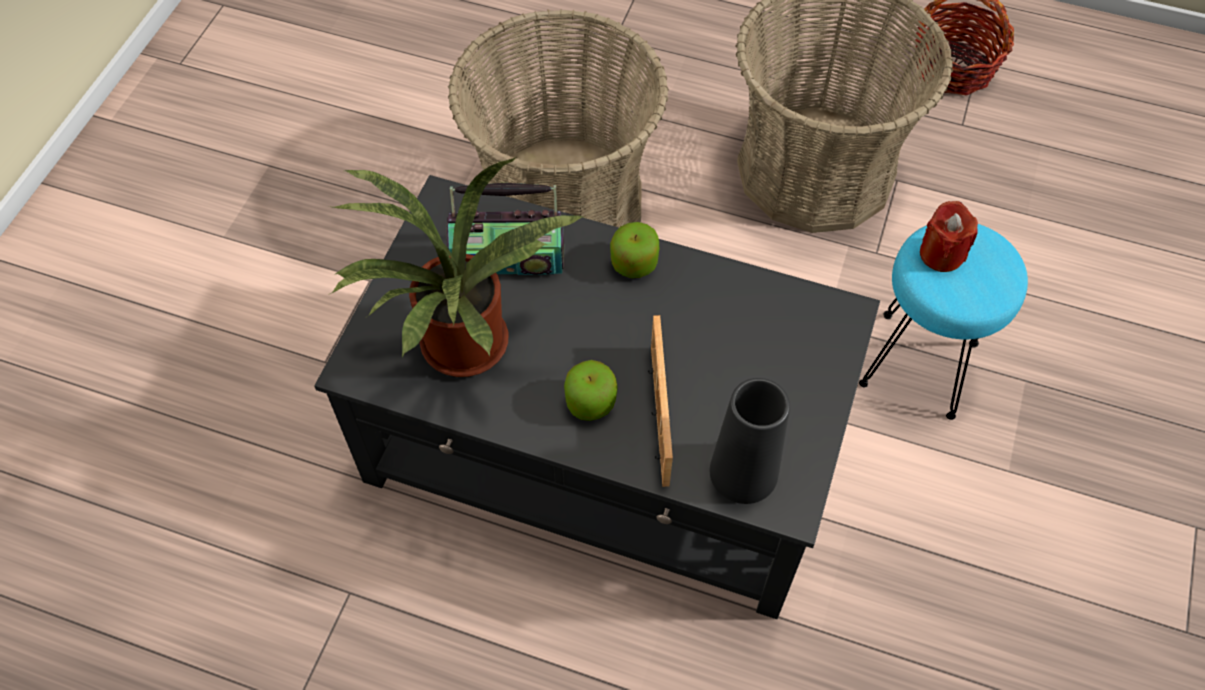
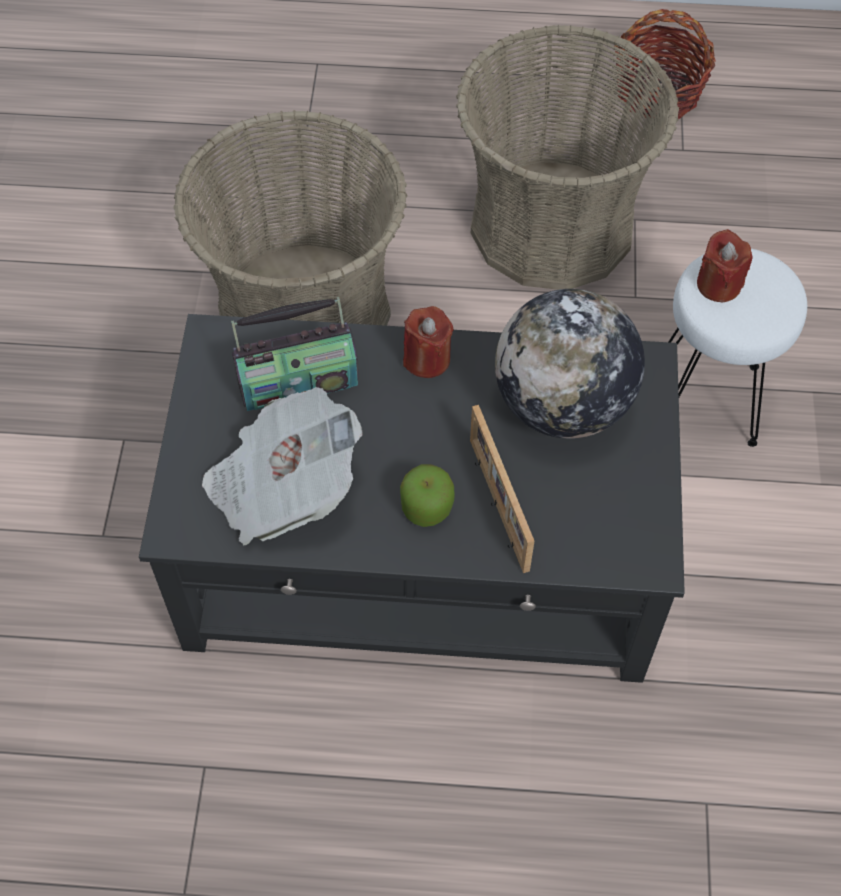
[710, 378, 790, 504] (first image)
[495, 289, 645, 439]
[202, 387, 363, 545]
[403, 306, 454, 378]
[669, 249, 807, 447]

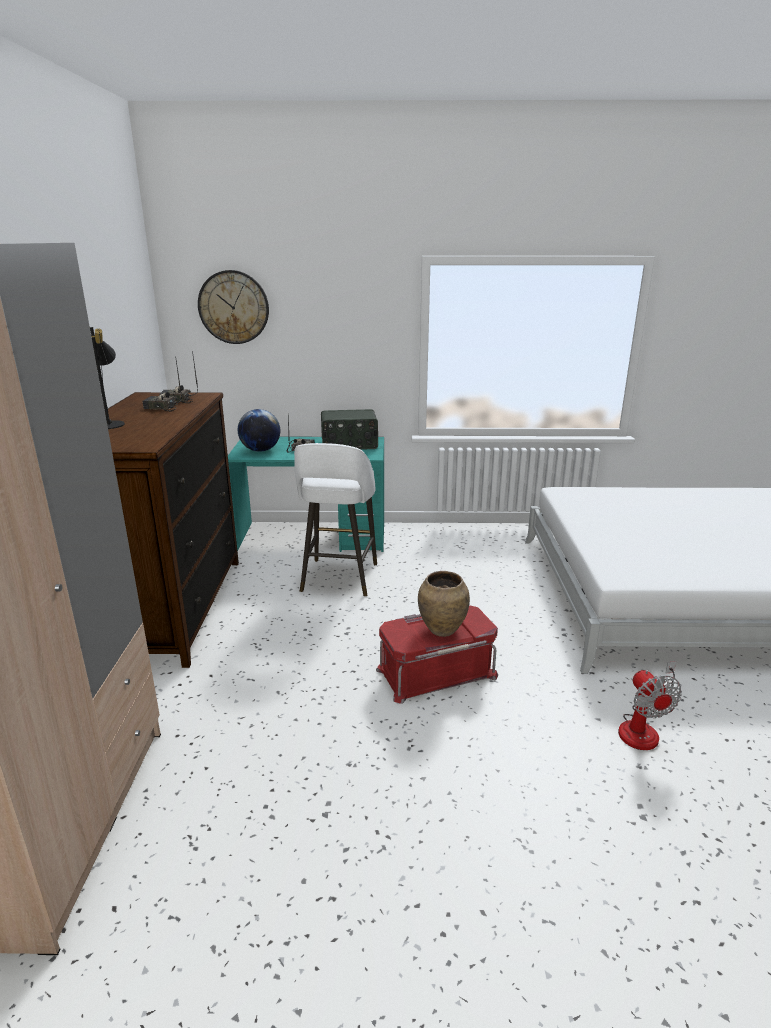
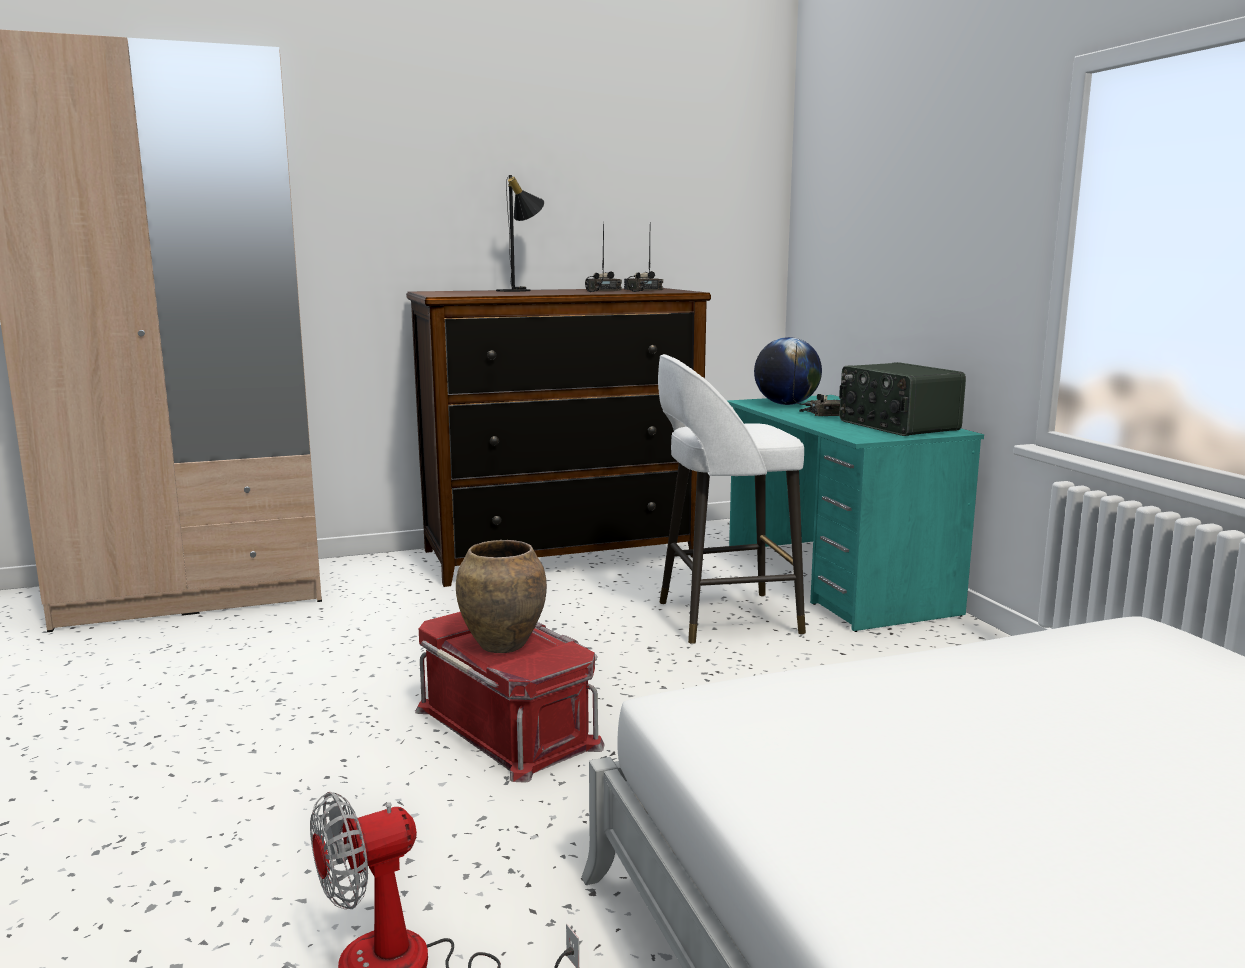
[198, 270, 269, 344] (first image)

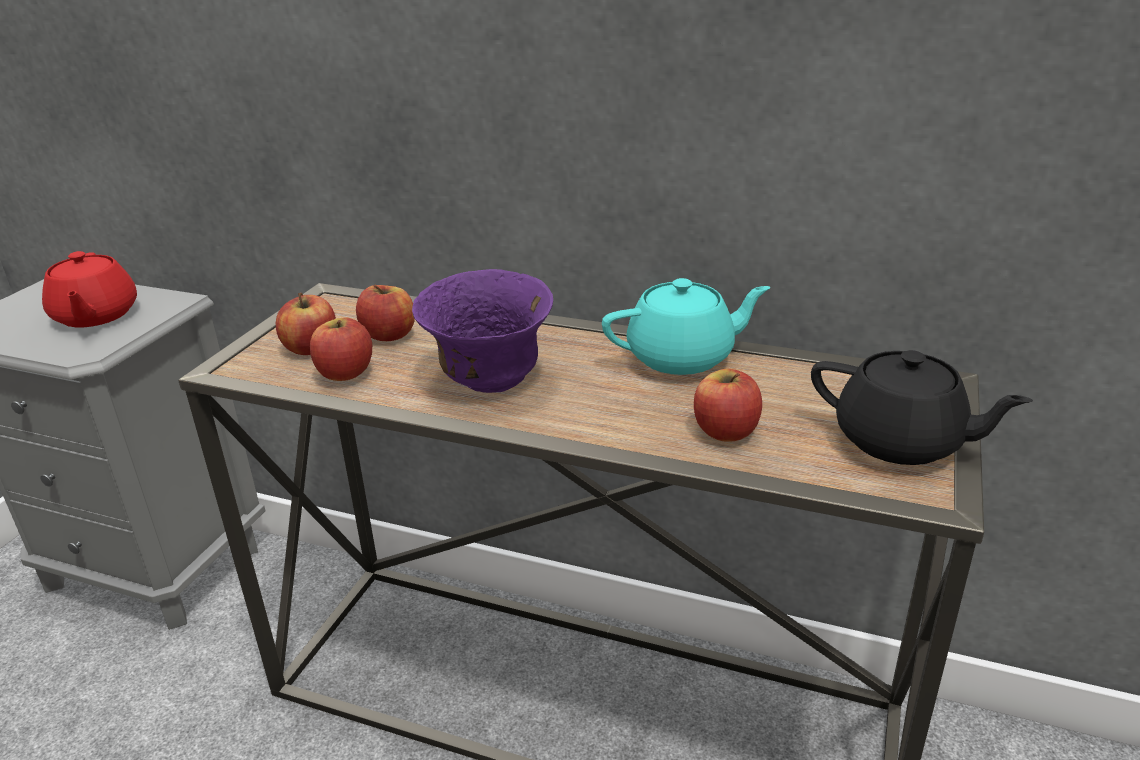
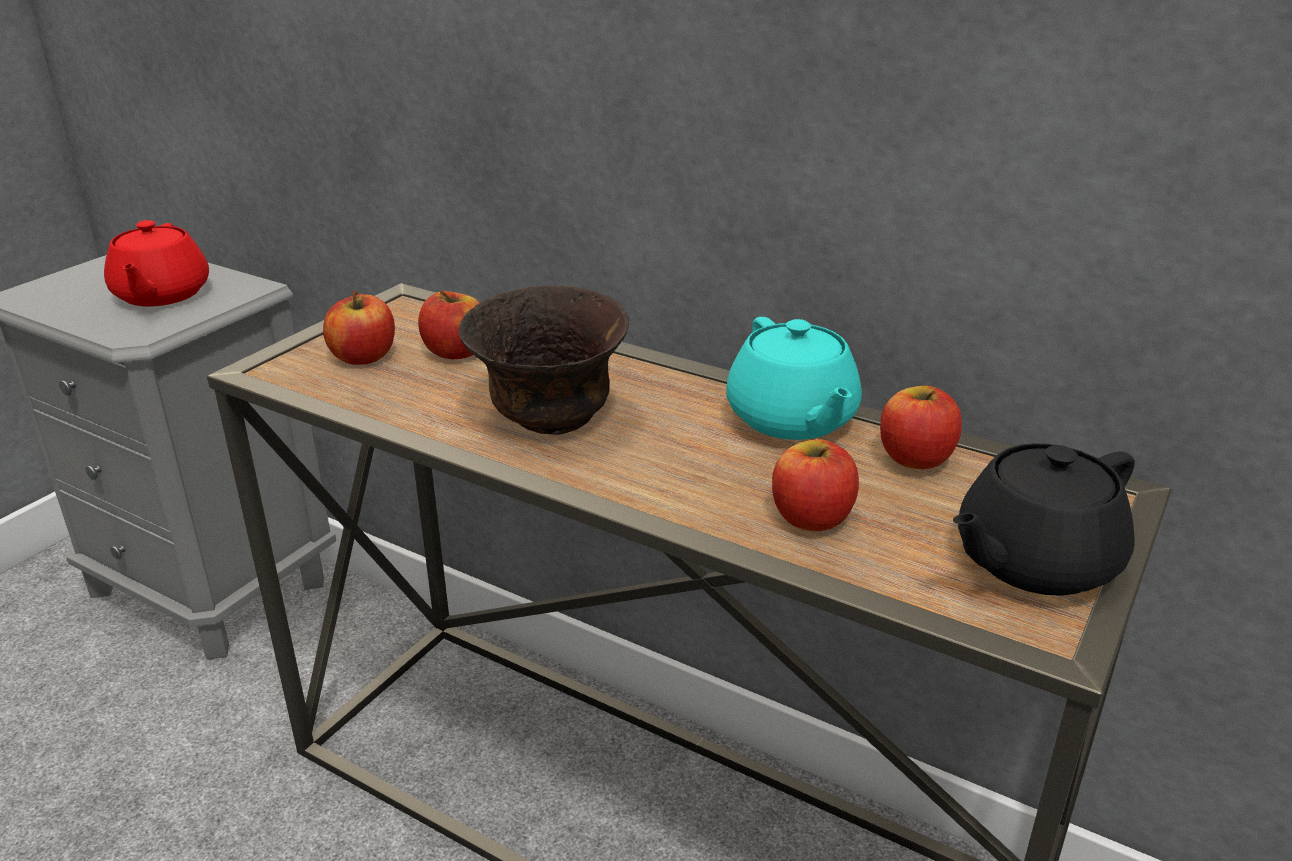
[880, 386, 962, 469]
[459, 285, 629, 435]
[726, 317, 862, 440]
[953, 443, 1135, 596]

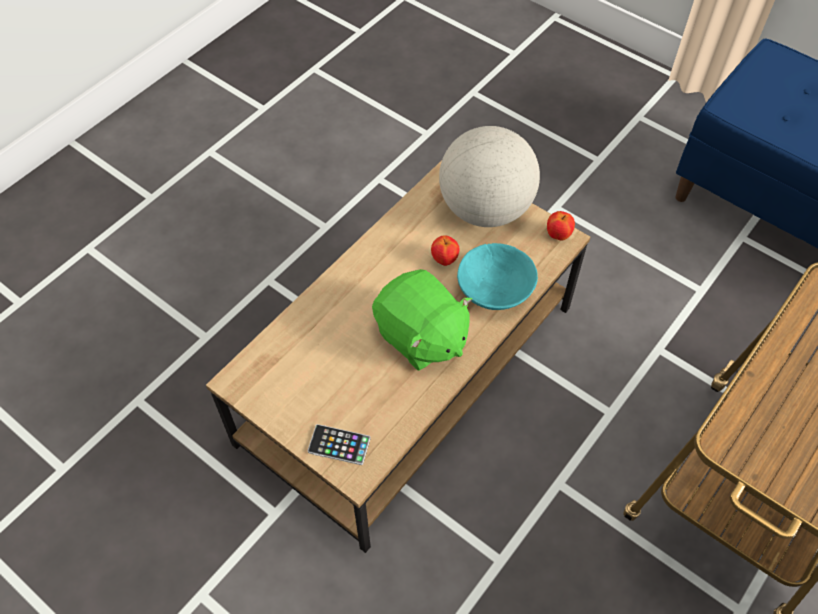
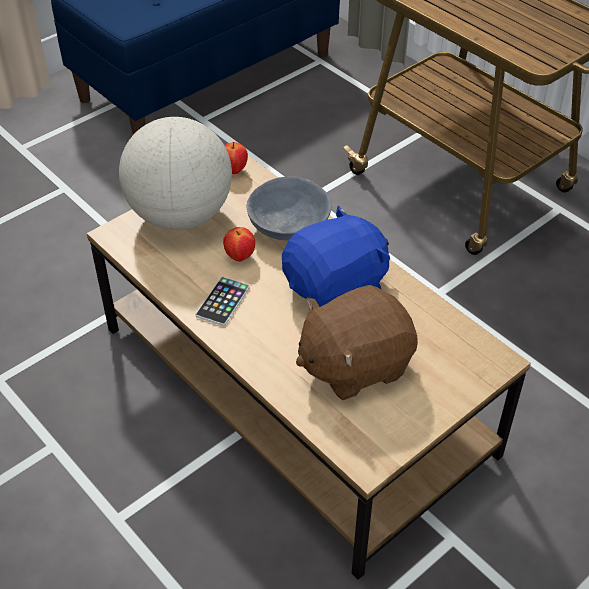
[296, 285, 418, 400]
[196, 276, 250, 326]
[282, 205, 390, 307]
[246, 177, 332, 240]

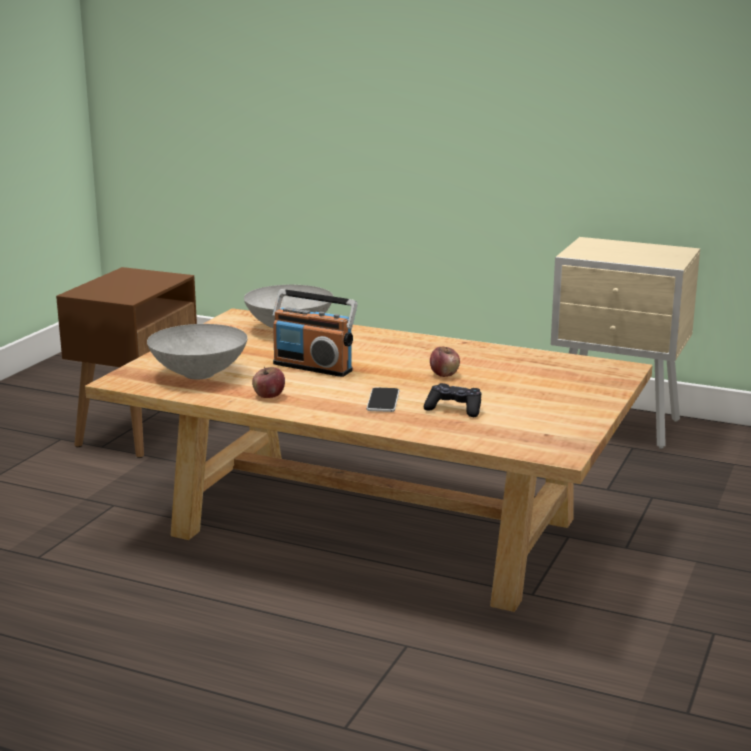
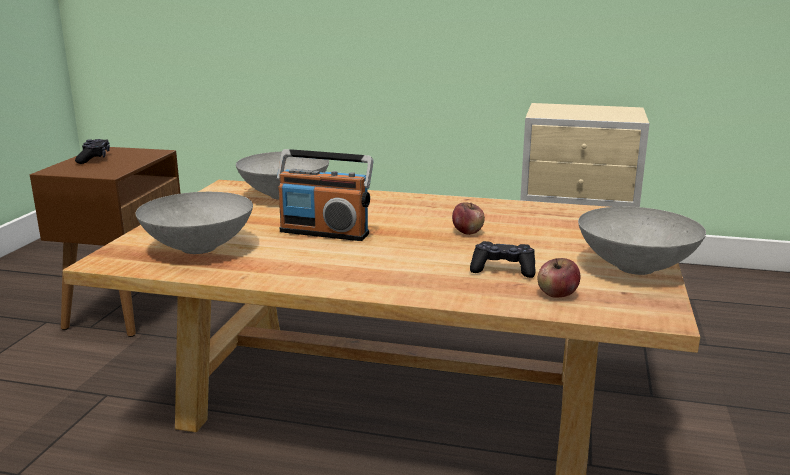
[367, 387, 399, 412] (first image)
[75, 139, 110, 164]
[578, 207, 706, 275]
[538, 258, 580, 298]

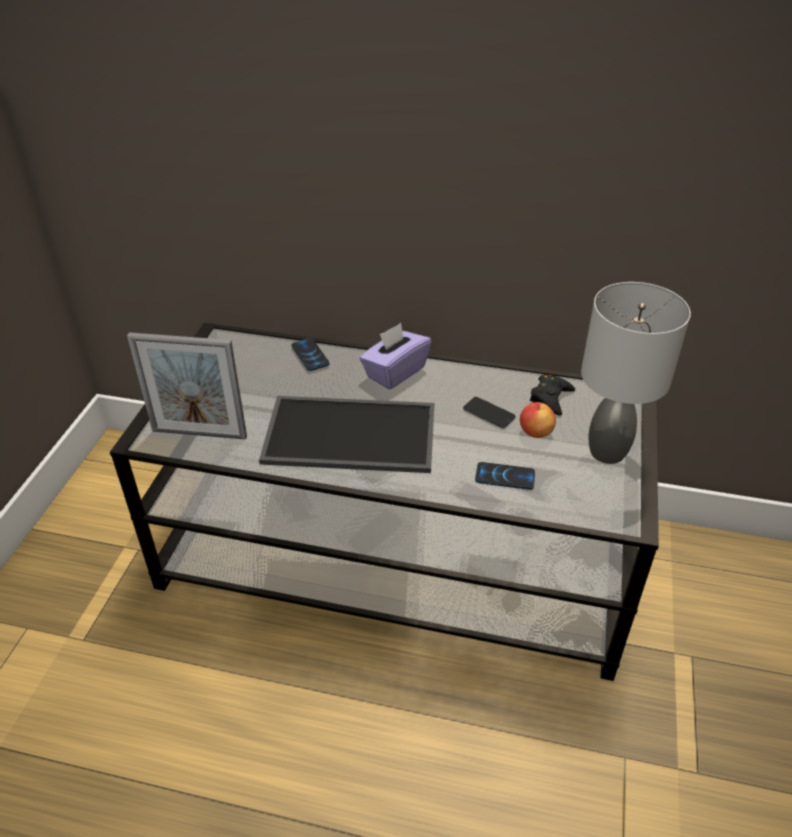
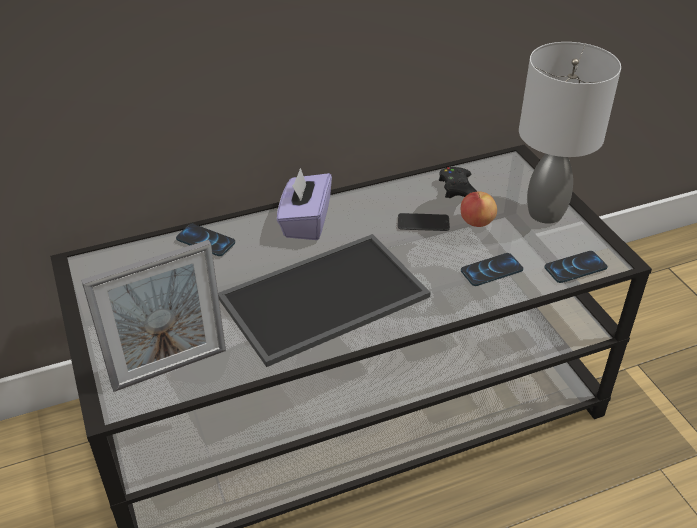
[545, 251, 608, 283]

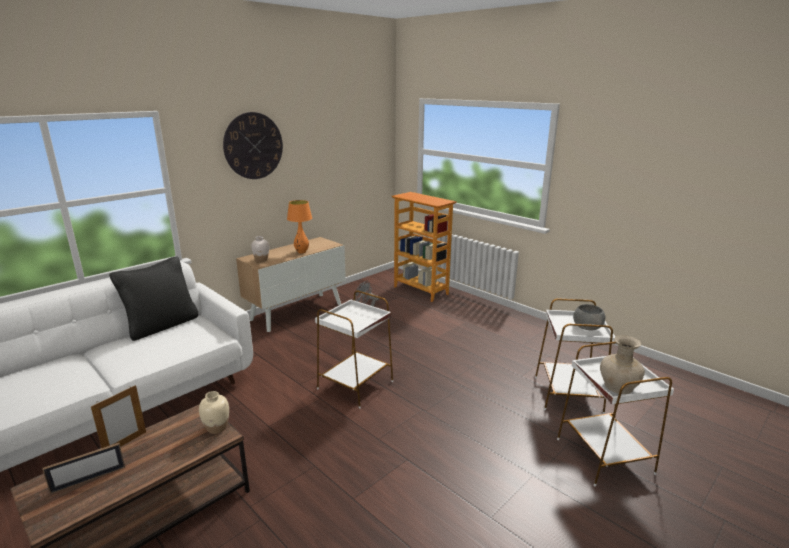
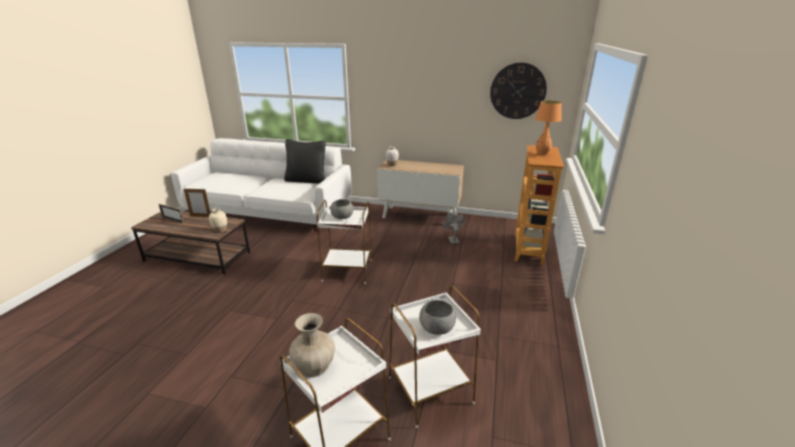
[330, 199, 353, 219]
[490, 62, 547, 119]
[535, 100, 562, 155]

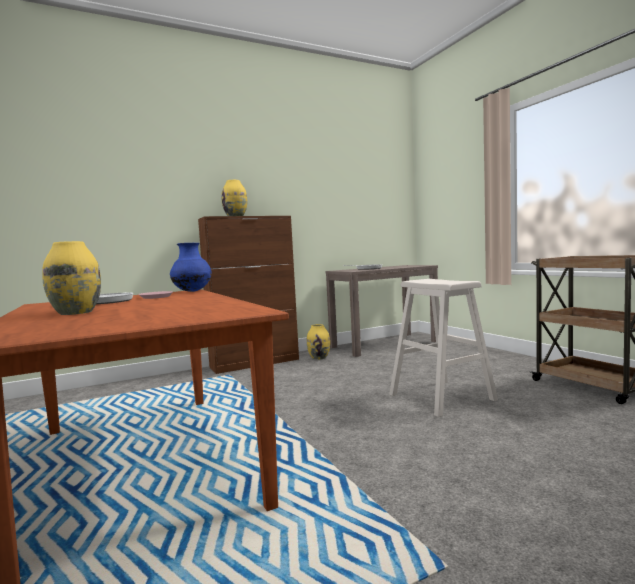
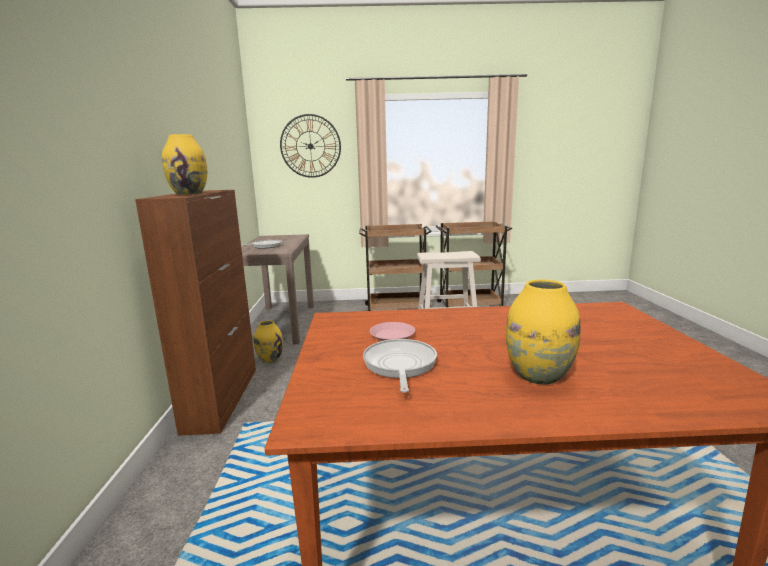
[170, 243, 212, 292] (first image)
[280, 114, 341, 178]
[359, 224, 432, 311]

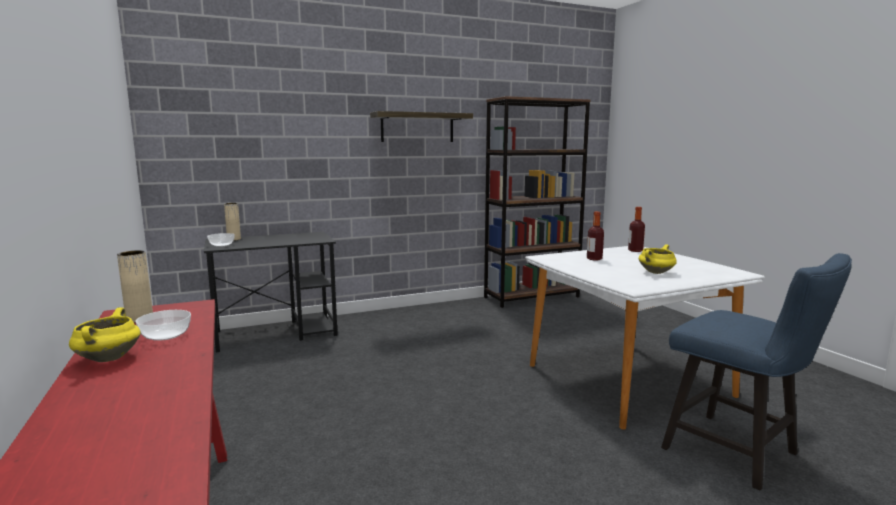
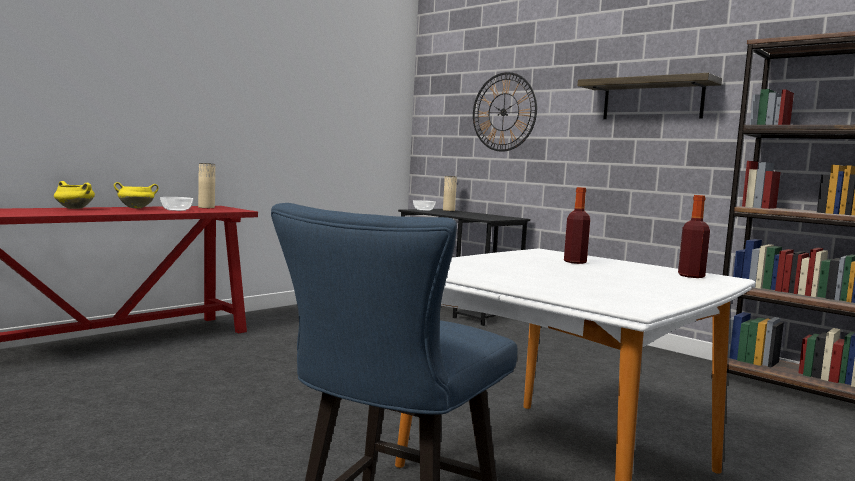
[473, 72, 537, 152]
[54, 181, 95, 209]

